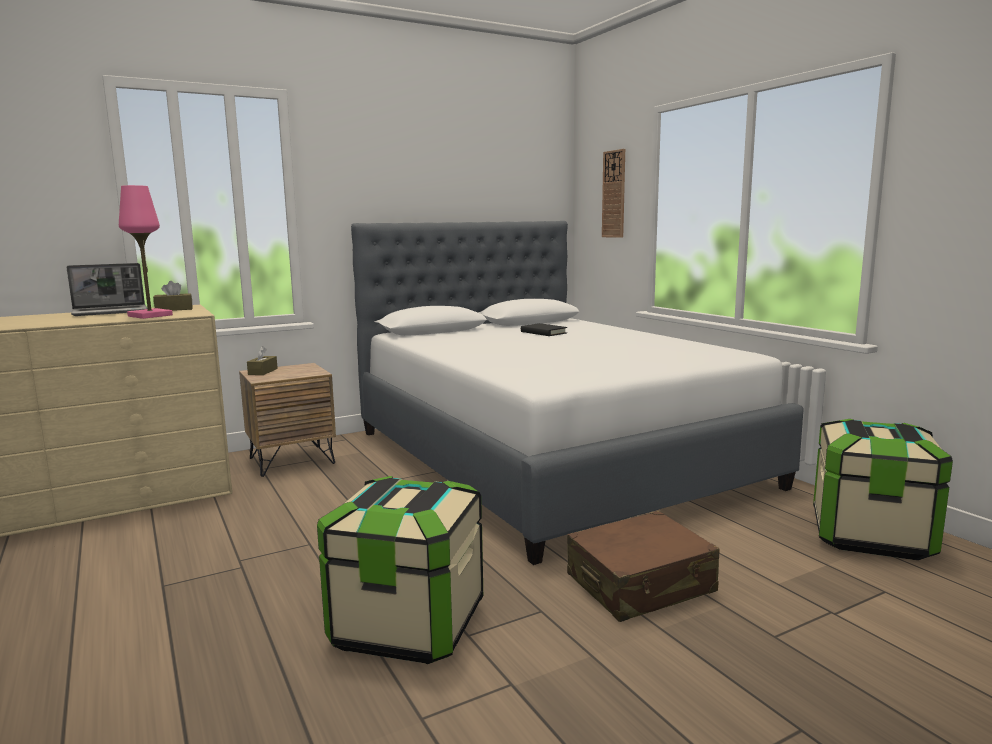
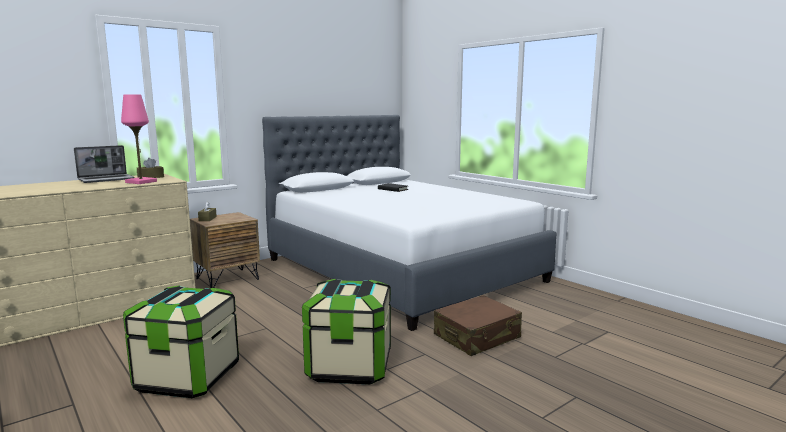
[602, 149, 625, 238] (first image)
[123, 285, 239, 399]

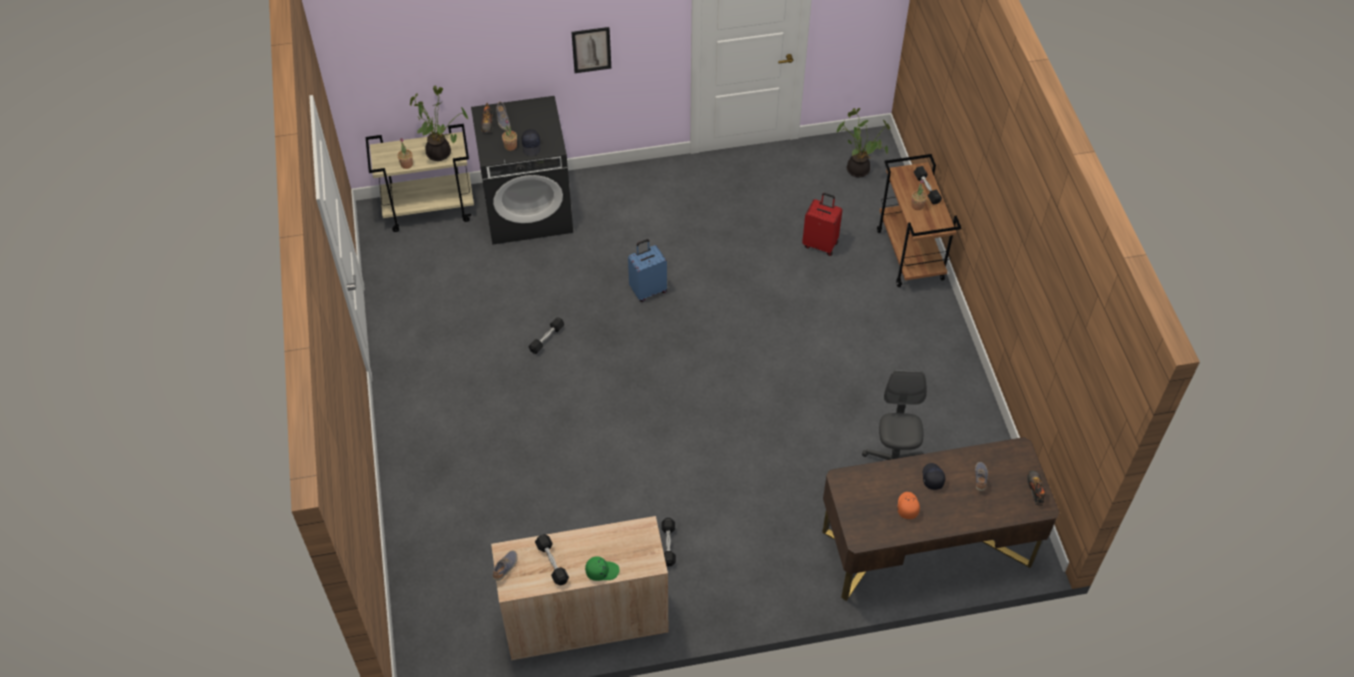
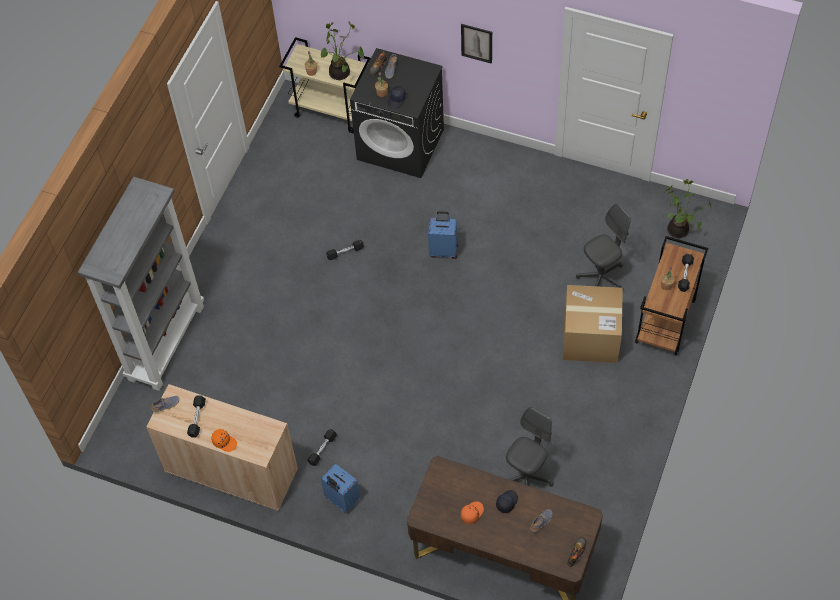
[78, 177, 204, 391]
[321, 464, 360, 513]
[563, 285, 623, 363]
[576, 204, 631, 288]
[211, 429, 237, 452]

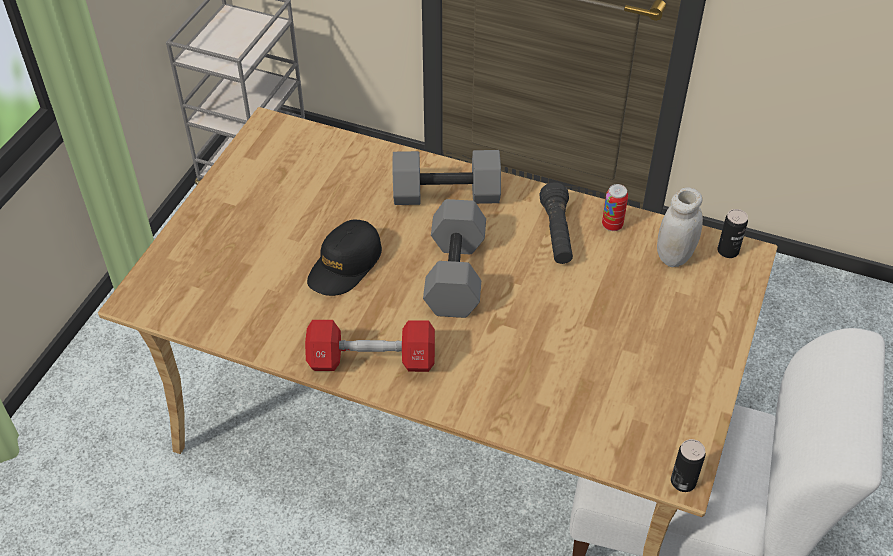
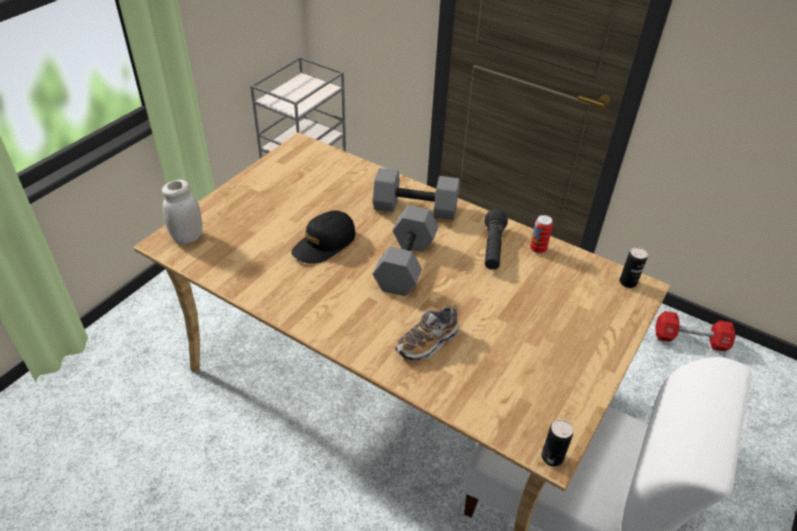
[395, 305, 459, 360]
[655, 311, 736, 351]
[162, 180, 203, 244]

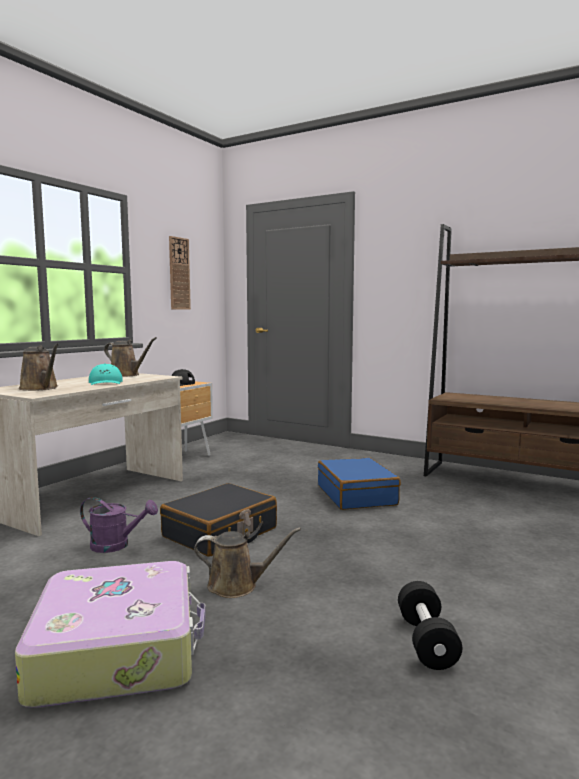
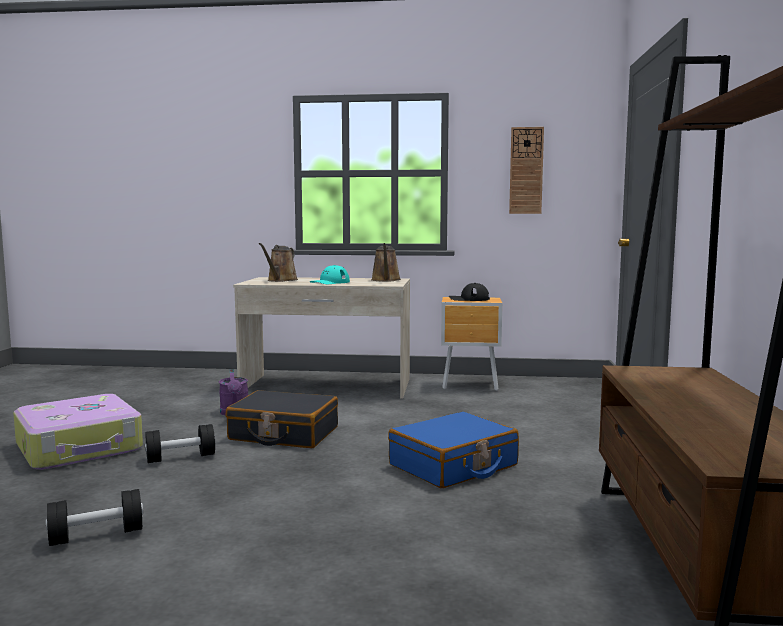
[145, 424, 215, 463]

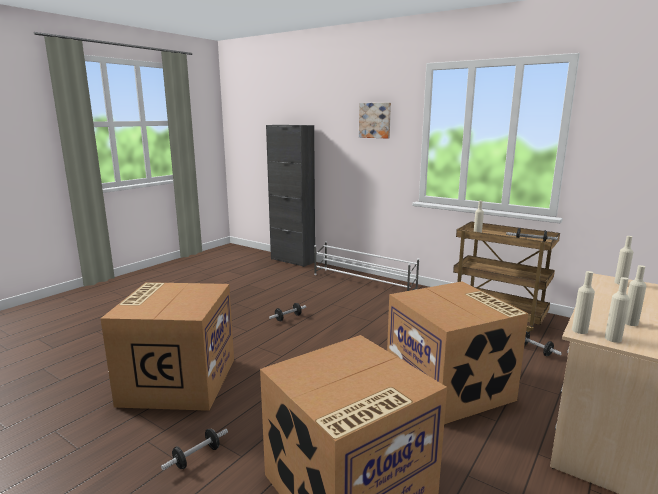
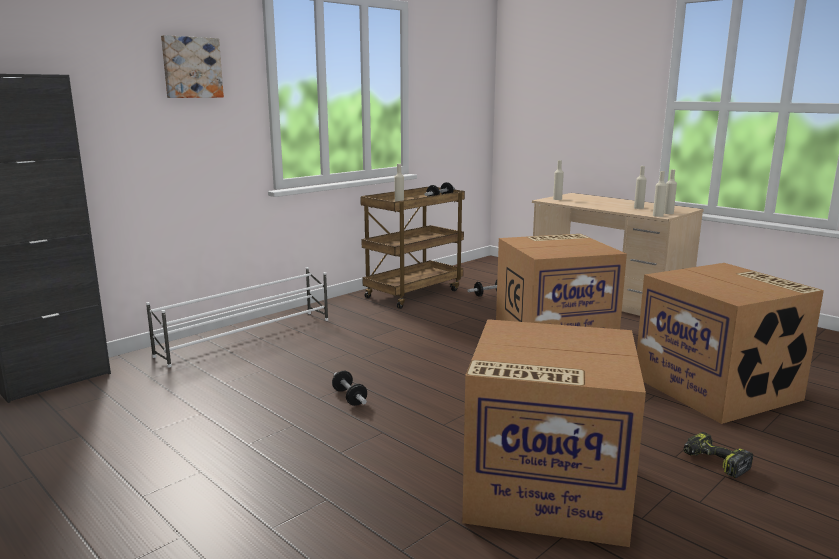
[683, 432, 753, 478]

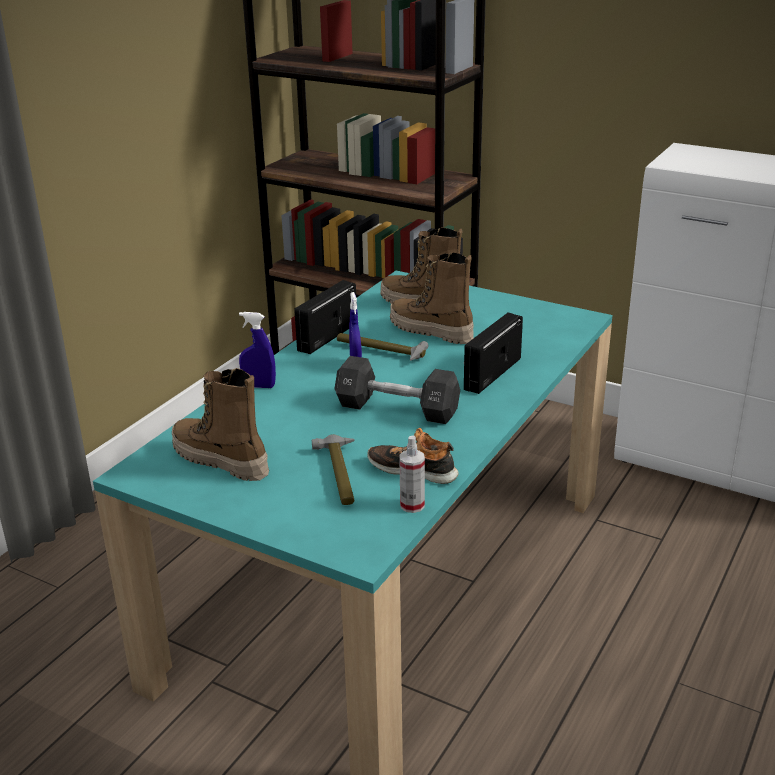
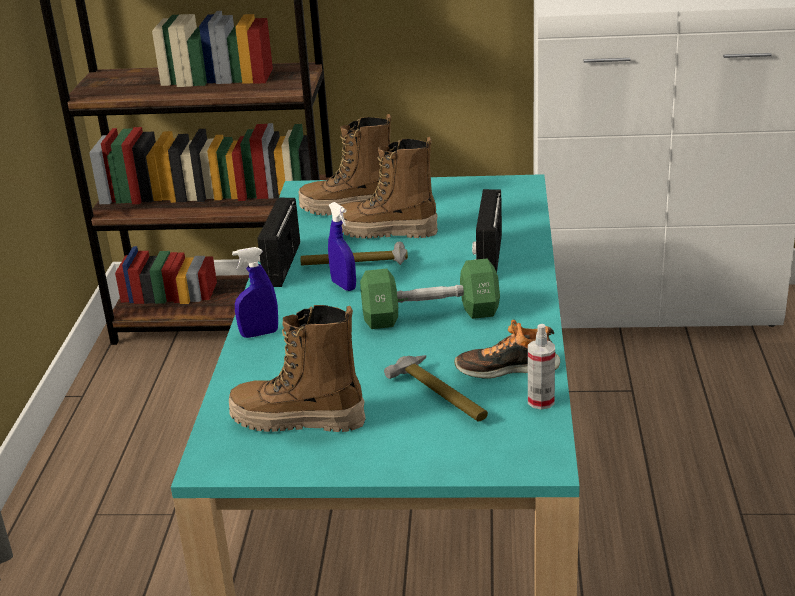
[360, 259, 500, 329]

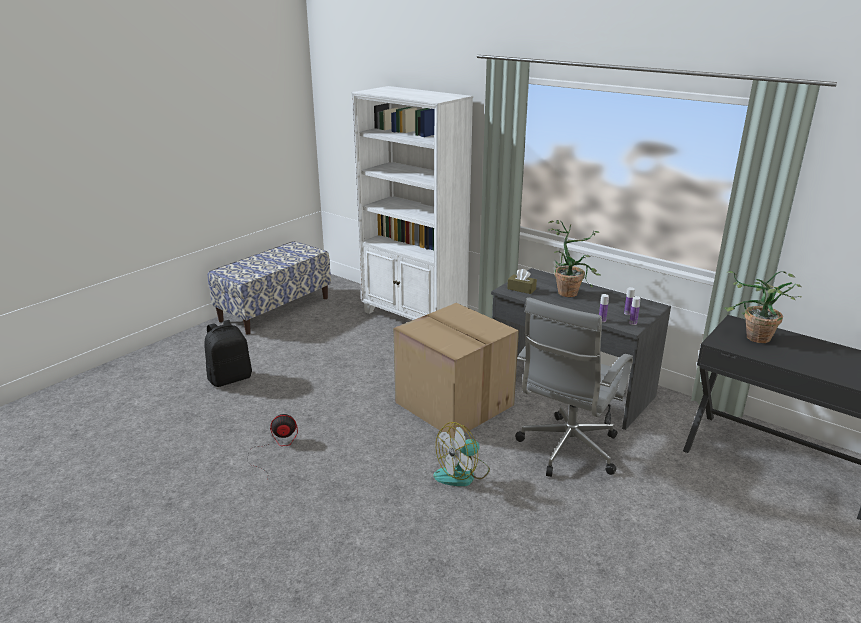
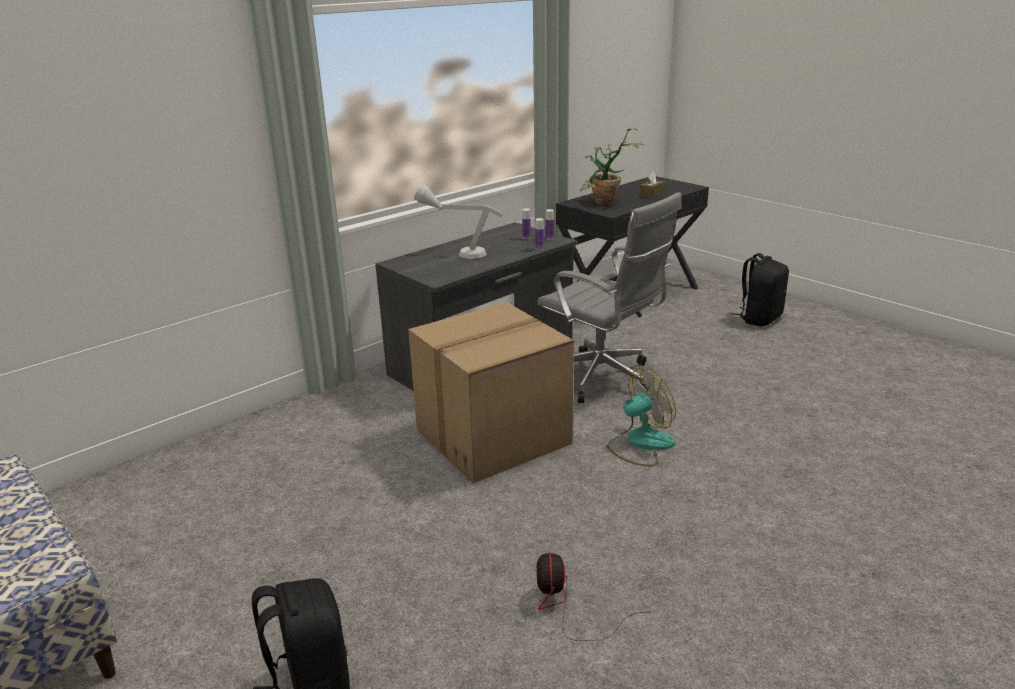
[352, 86, 473, 320] (first image)
[731, 253, 789, 326]
[640, 172, 665, 198]
[414, 185, 503, 259]
[607, 368, 676, 466]

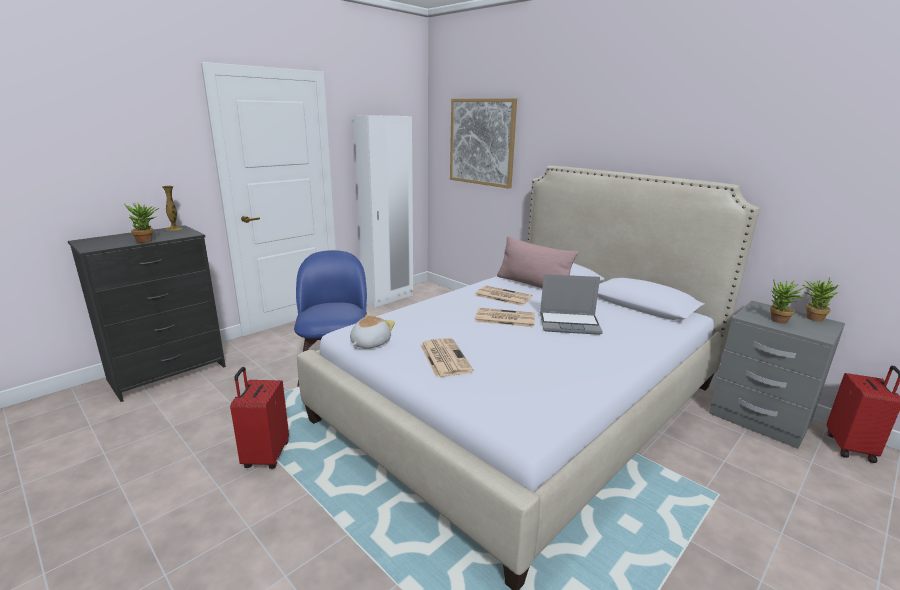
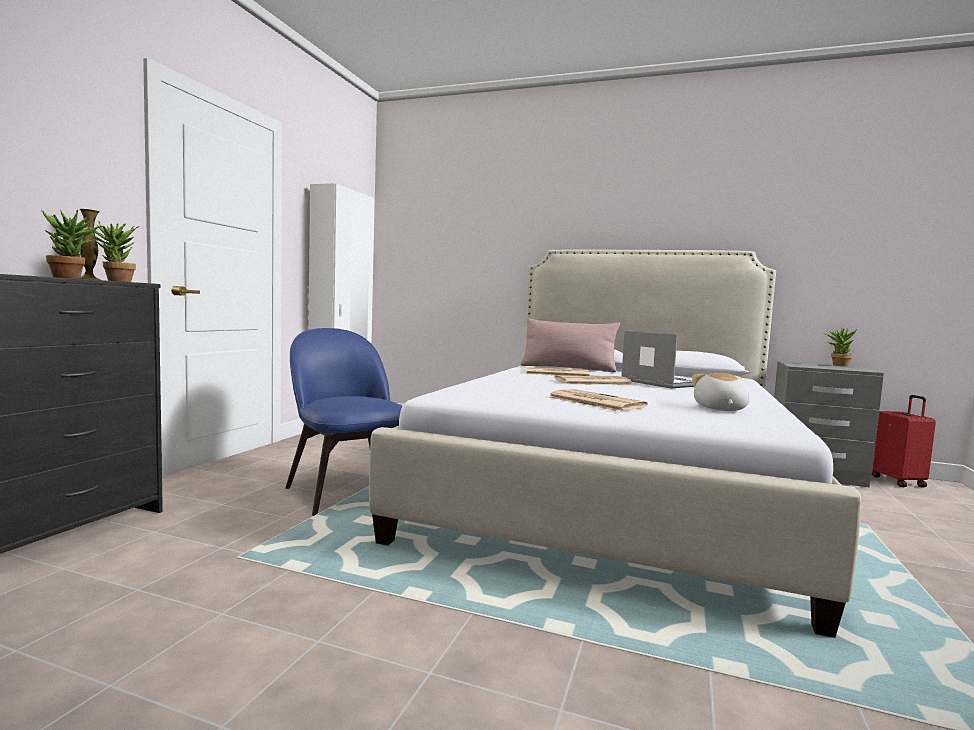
[230, 367, 289, 469] (first image)
[450, 98, 517, 188] (first image)
[692, 373, 750, 411]
[85, 221, 140, 282]
[621, 330, 694, 389]

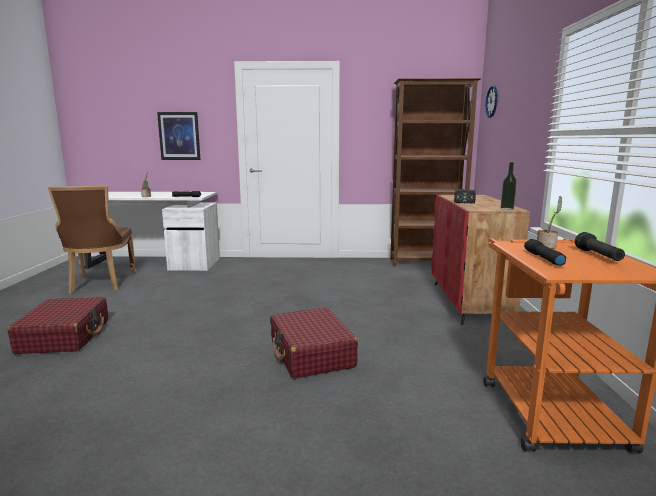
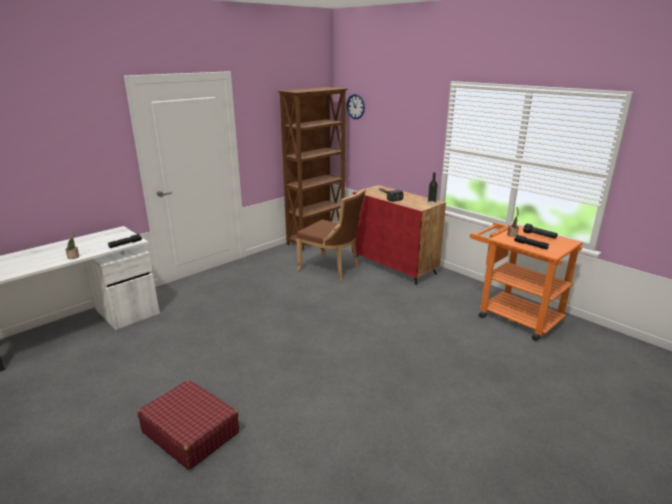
[157, 112, 200, 160] (first image)
[270, 307, 358, 379] (first image)
[296, 189, 366, 280]

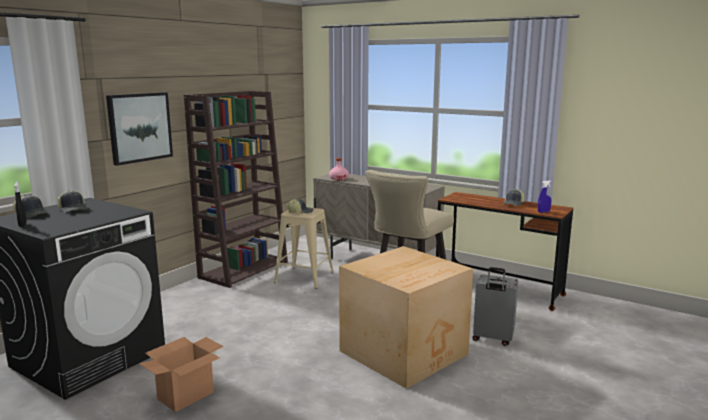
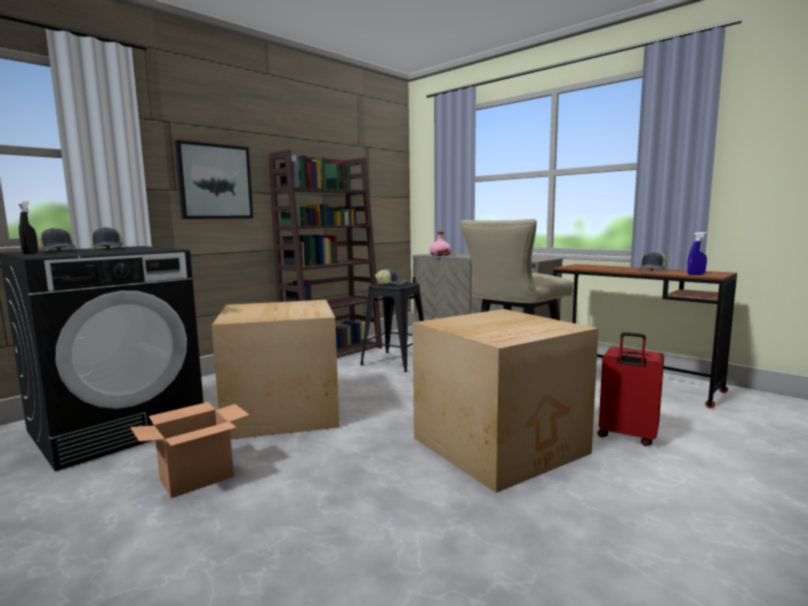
[212, 300, 340, 439]
[360, 282, 424, 372]
[598, 332, 664, 446]

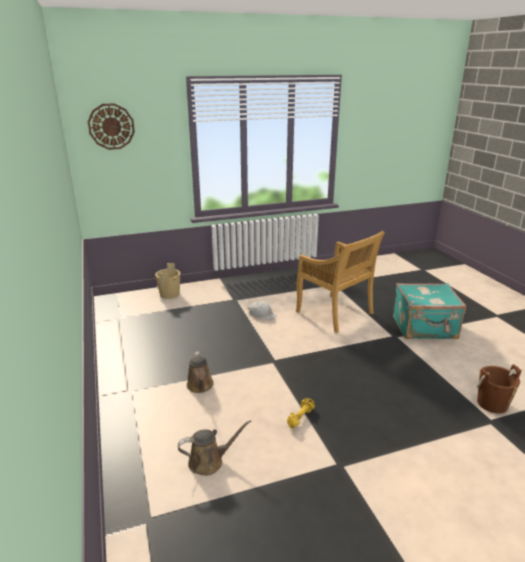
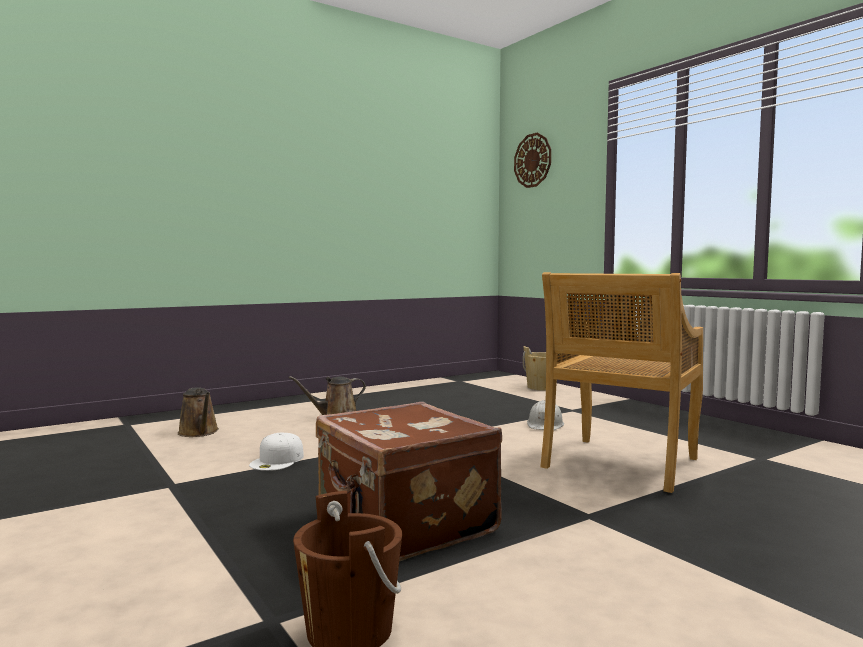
[393, 283, 466, 339] (first image)
[316, 402, 502, 561]
[249, 433, 304, 471]

